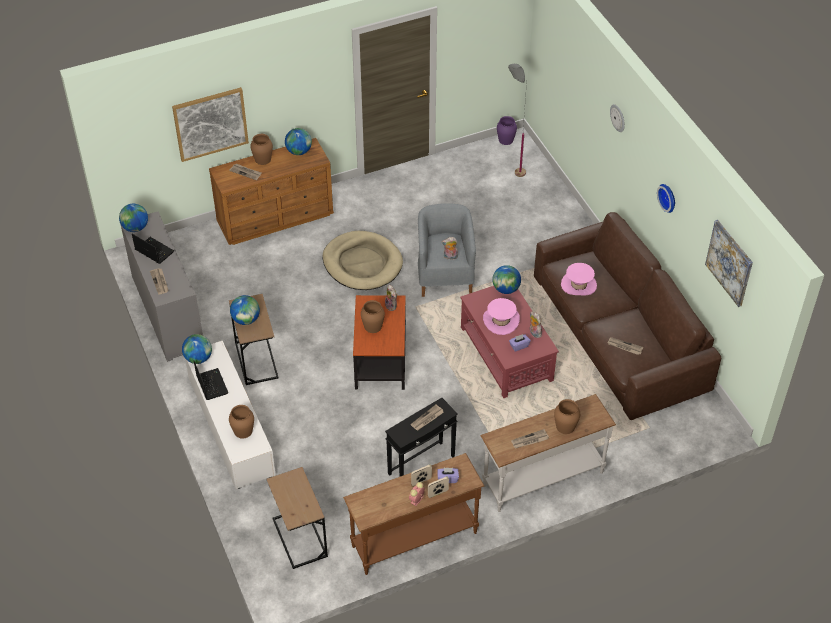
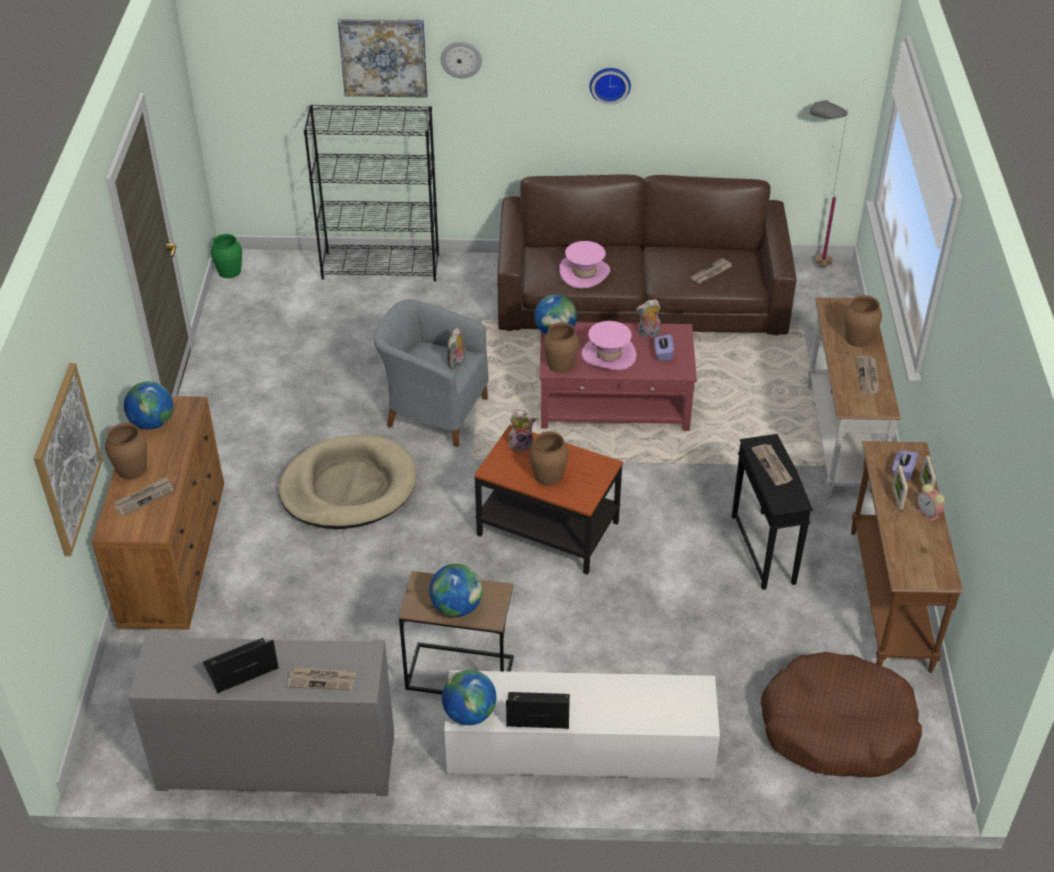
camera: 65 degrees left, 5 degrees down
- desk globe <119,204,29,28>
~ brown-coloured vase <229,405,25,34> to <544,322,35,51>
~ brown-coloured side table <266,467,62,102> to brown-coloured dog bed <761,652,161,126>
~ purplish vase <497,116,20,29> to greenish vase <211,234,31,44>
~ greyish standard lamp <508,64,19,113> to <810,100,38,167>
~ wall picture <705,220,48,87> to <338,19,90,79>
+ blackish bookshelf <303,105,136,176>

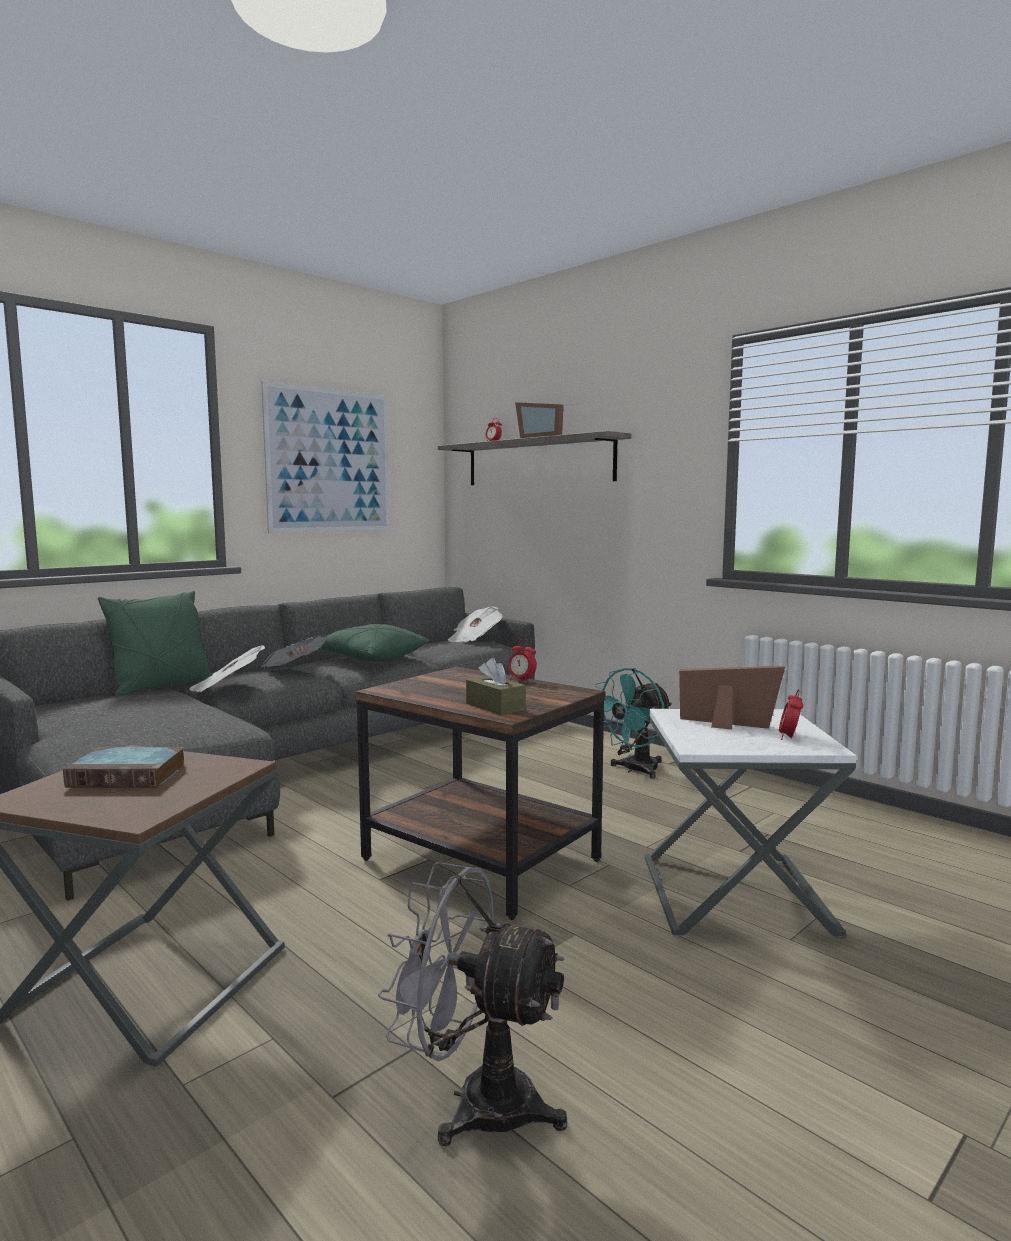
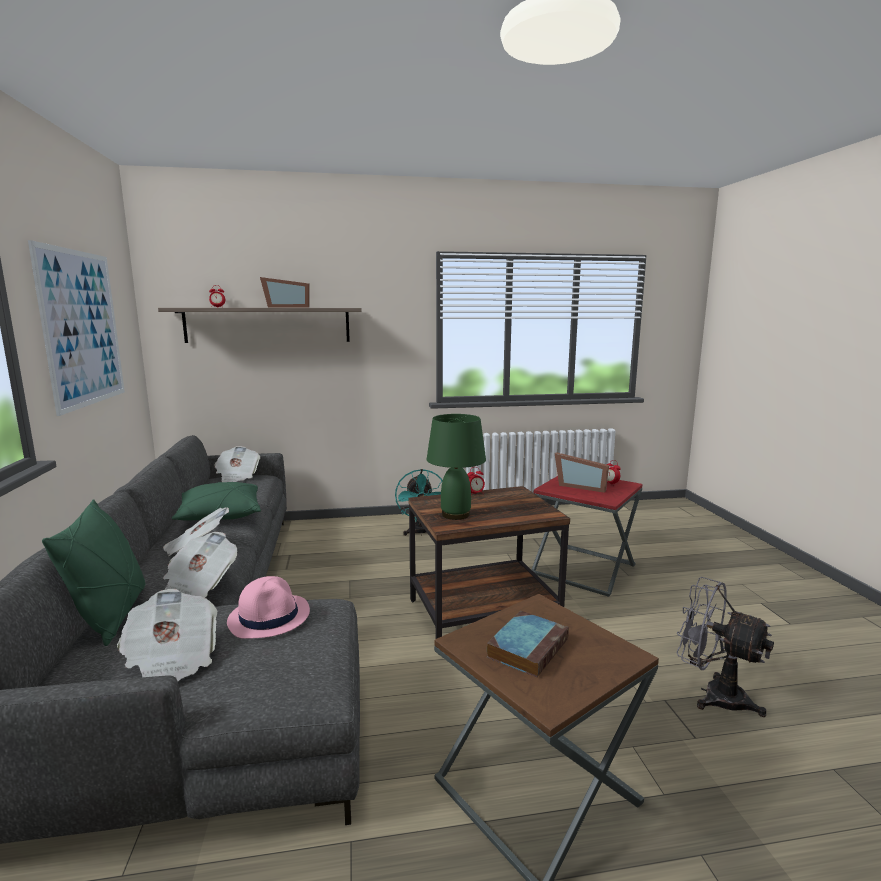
camera: 55 degrees left, 5 degrees up
~ greyish fan <378,862,189,284> = <677,577,97,140> 75 degrees clockwise
- brown-coloured tissue holder <466,658,60,57>
~ whitish side table <645,709,211,228> to red side table <531,476,112,121>
~ picture frame <679,665,107,65> = <554,452,55,41> 120 degrees counterclockwise
+ printed paper <117,589,100,92>
+ pinkish clothing hat <227,576,83,63>
+ greenish table lamp <426,414,60,106>

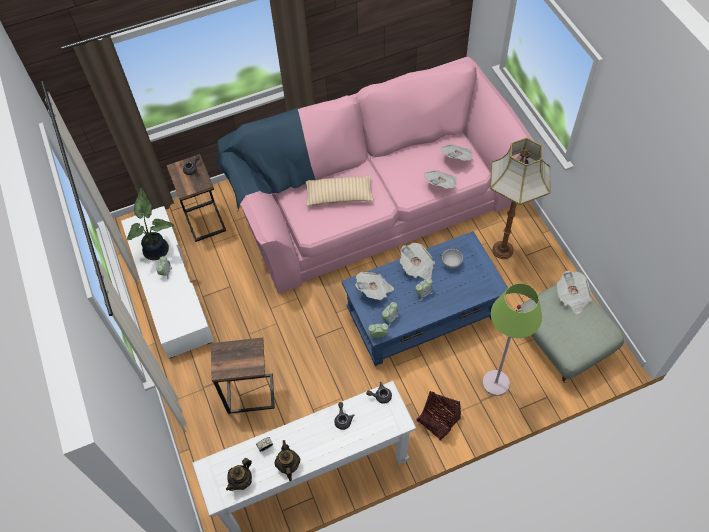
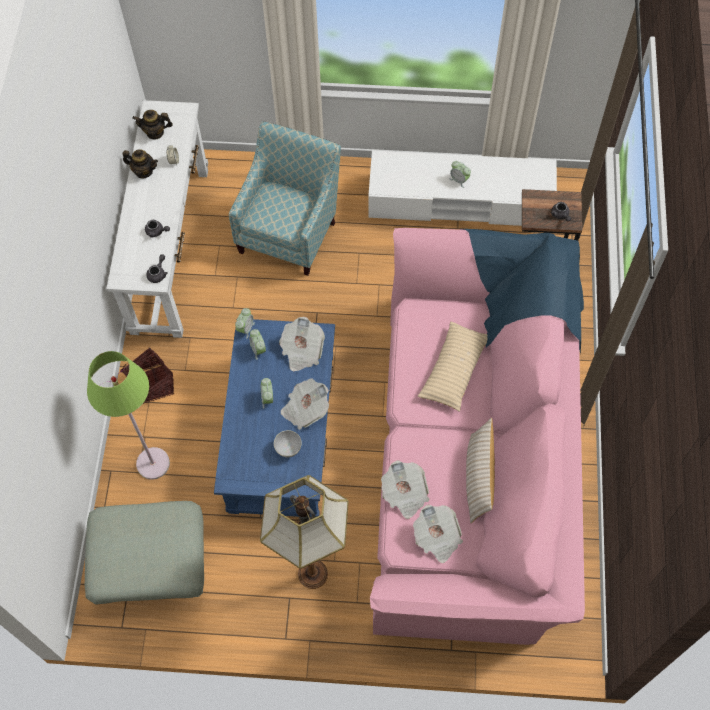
camera: 115 degrees right, 5 degrees up
- plant in a pot <127,188,47,72>
~ side table <211,338,64,76> to easy chair <229,121,112,155>
~ teapot <226,458,26,33> = <132,110,41,30> 60 degrees counterclockwise
- printed paper <557,270,35,44>
+ beige-coloured cushion <466,418,29,105>

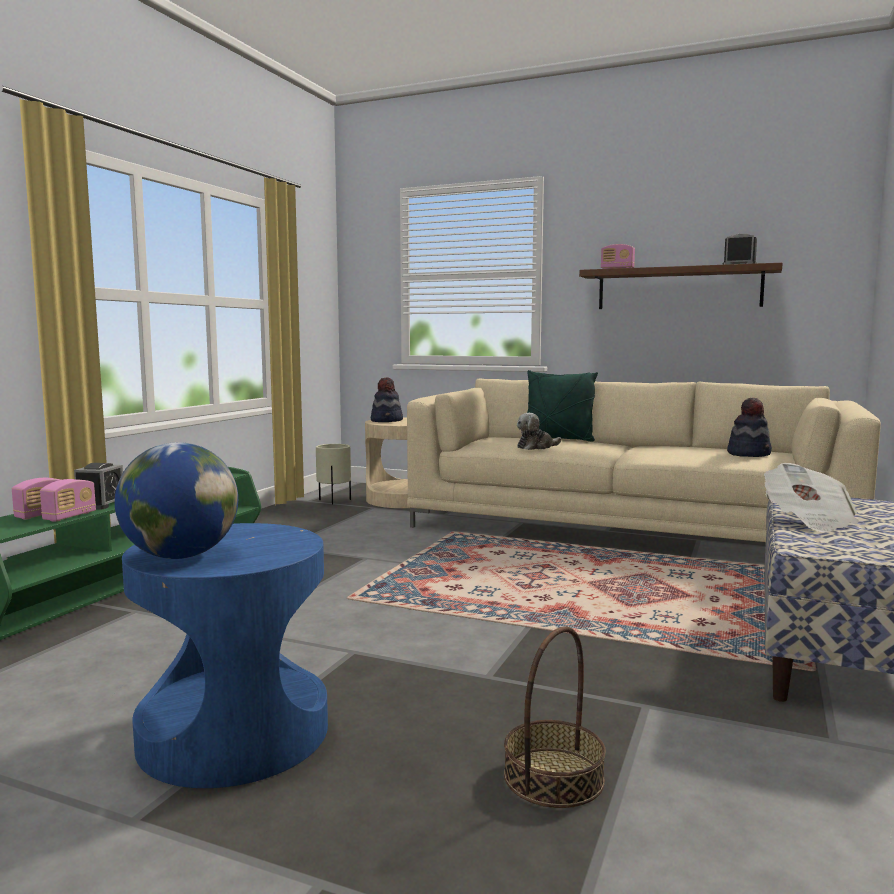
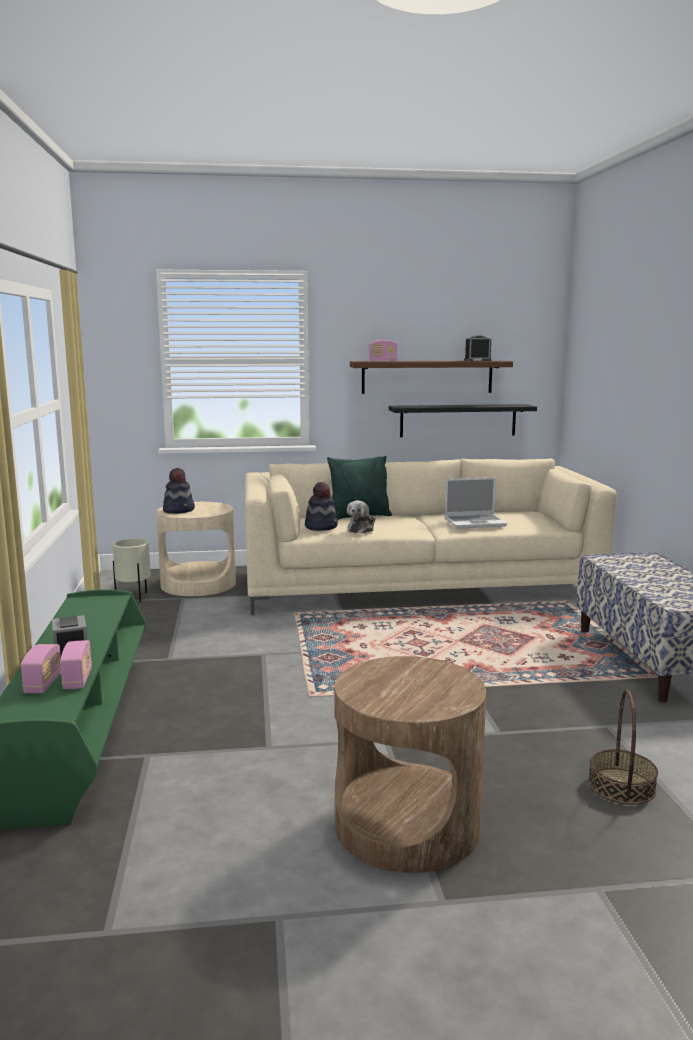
camera: 30 degrees left, 5 degrees up
- desk globe <115,442,123,117>
~ blue-coloured side table <122,523,206,265> to brown-coloured side table <334,656,152,217>
~ clothing hat <727,398,45,59> to <305,482,33,49>
- printed paper <764,463,95,69>
+ blackish bracket shelf <389,404,148,33>
+ laptop <445,478,62,51>

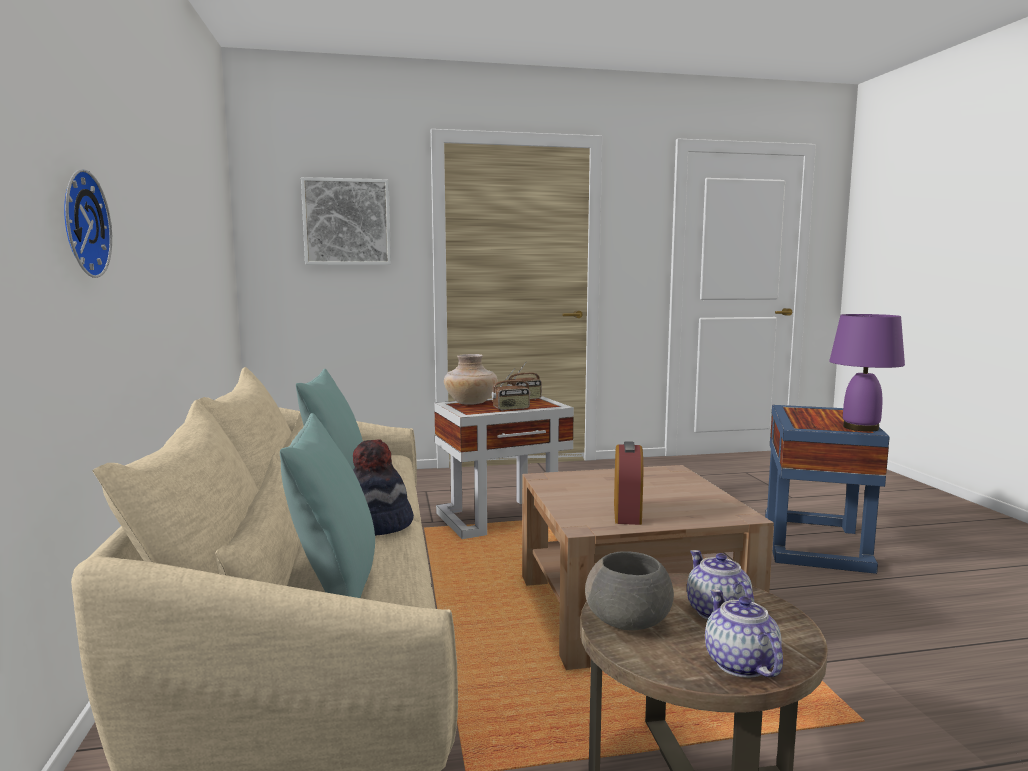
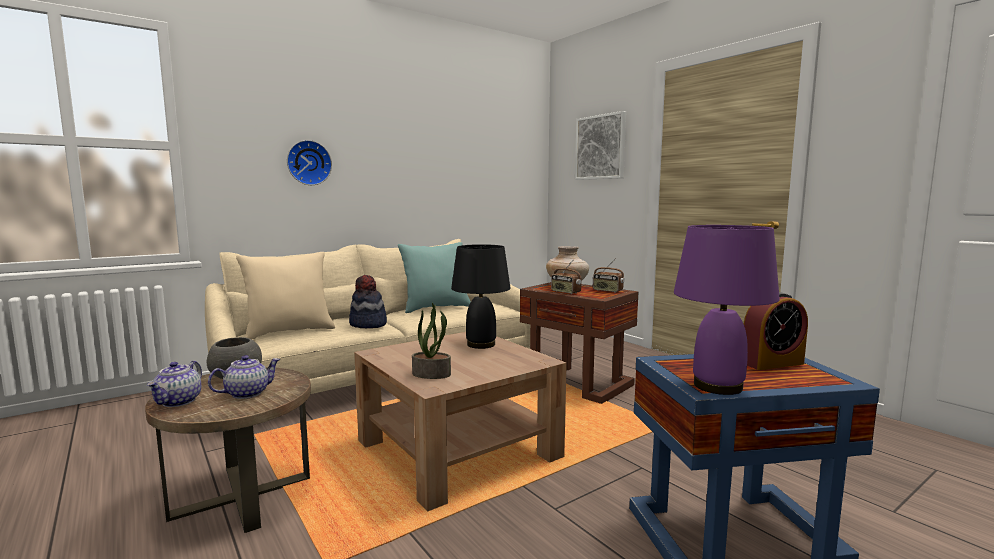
camera: 65 degrees right, 0 degrees up
~ turquoise-coloured cushion <280,413,95,185> to beige-coloured cushion <236,252,99,87>
~ whitish side table <434,396,140,143> to brown-coloured side table <520,282,118,122>
~ table clock <614,441,29,84> to <744,292,64,78>
~ teapot <705,589,78,89> = <147,361,55,46> 135 degrees clockwise
+ plant in a pot <412,303,39,76>
+ blackish table lamp <451,244,59,105>

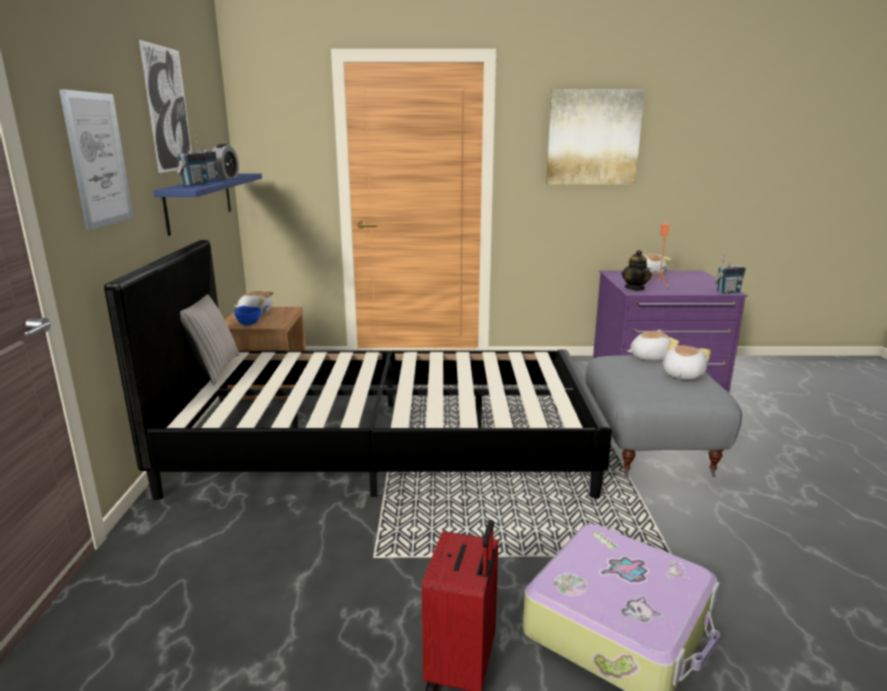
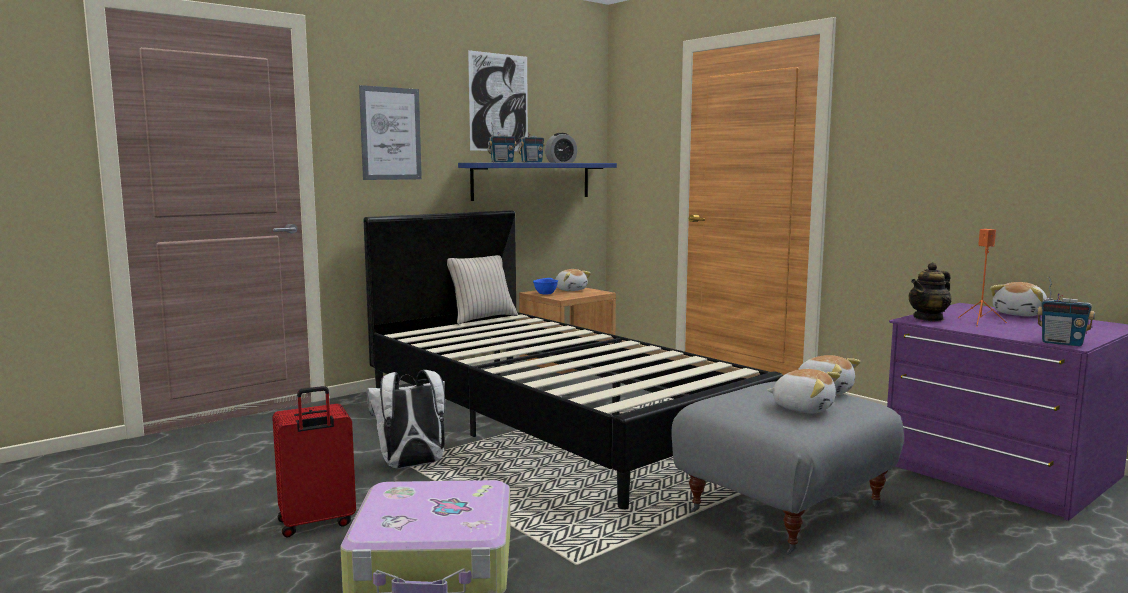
camera: 50 degrees right, 10 degrees down
- wall picture <546,89,99,96>
~ cuddly toy <663,343,48,37> = <767,369,73,44> 45 degrees clockwise
+ whitish knapsack <367,370,78,99>

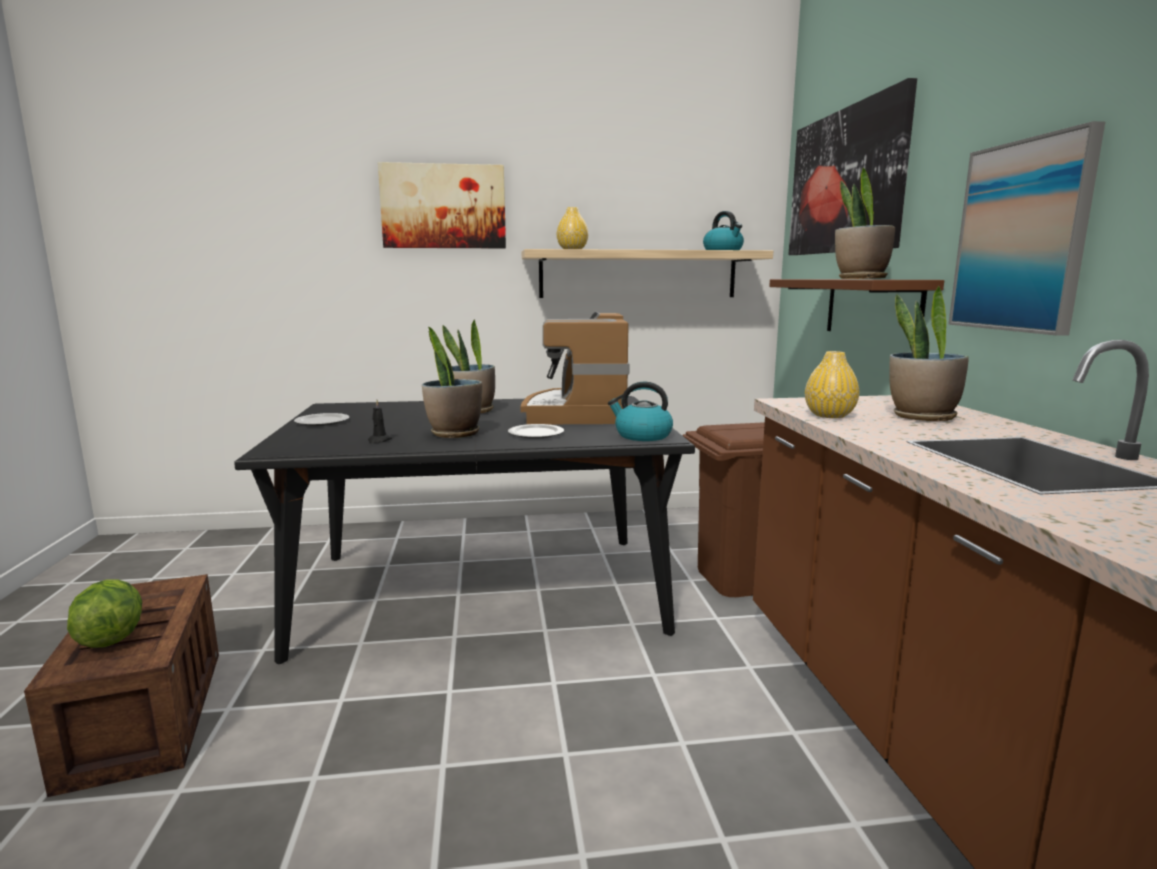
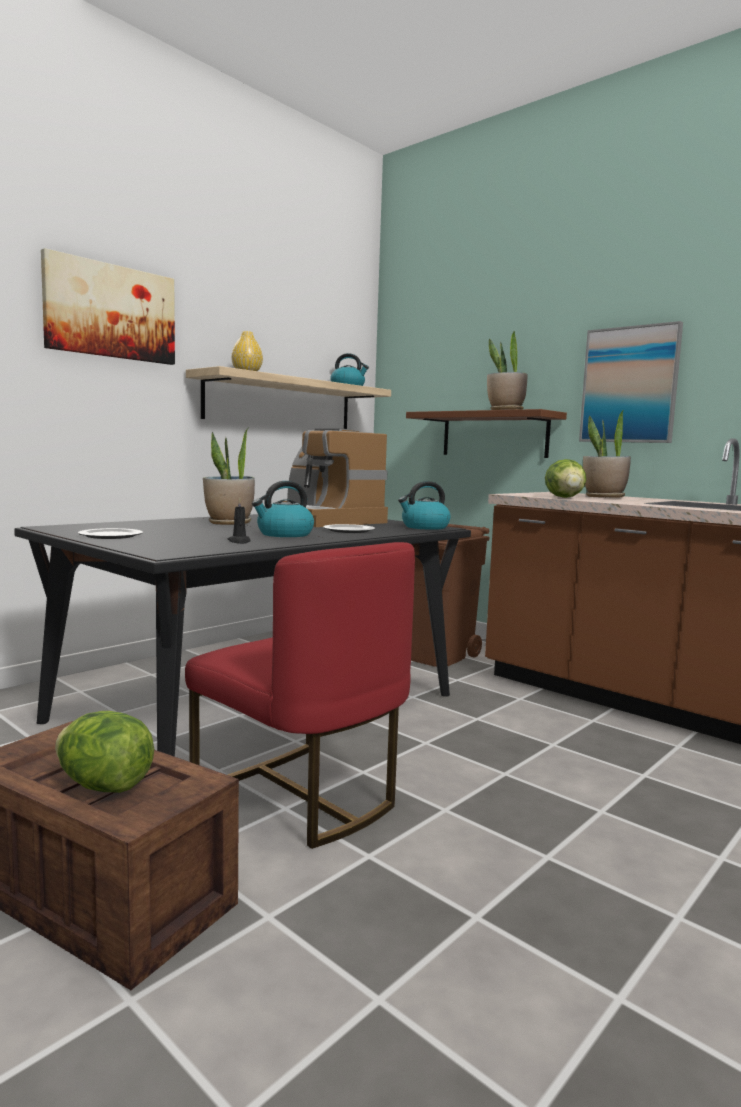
camera: 40 degrees left, 5 degrees down
~ plant in a pot <422,327,60,111> to tea kettle <252,481,62,56>
- wall picture <788,78,129,177>
~ yellow vase <805,351,54,67> to lettuce <545,459,41,39>
+ red upright chair <185,542,230,307>

